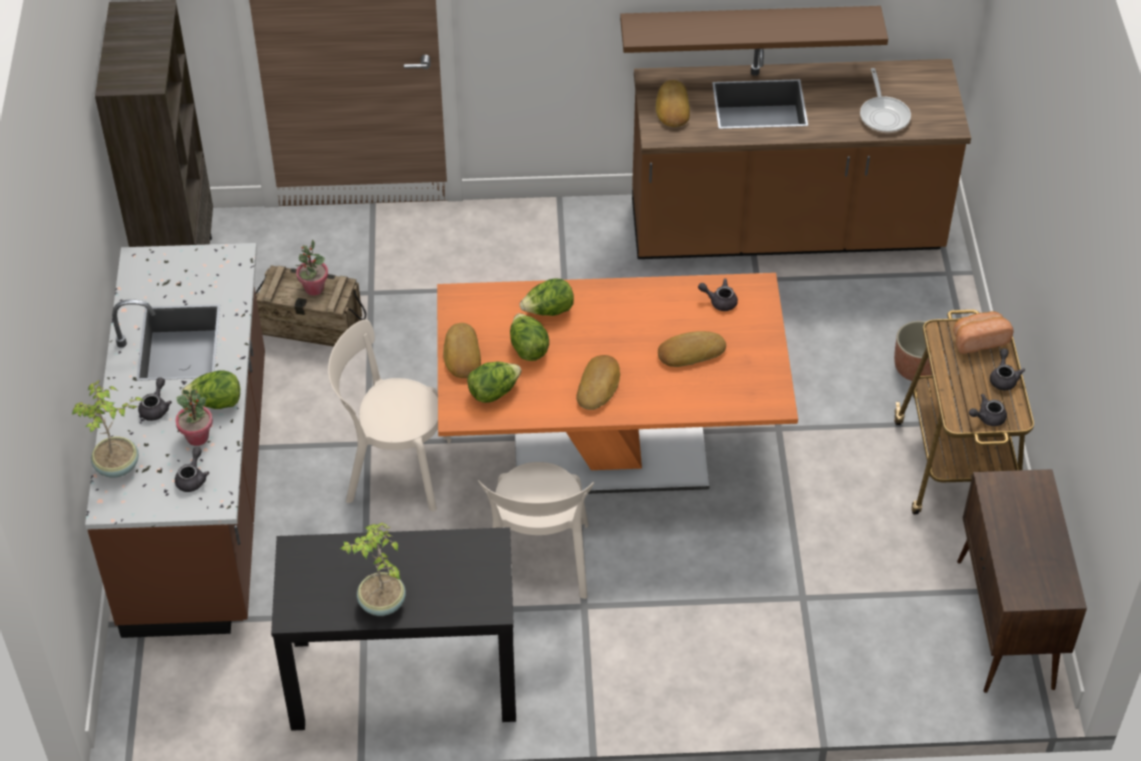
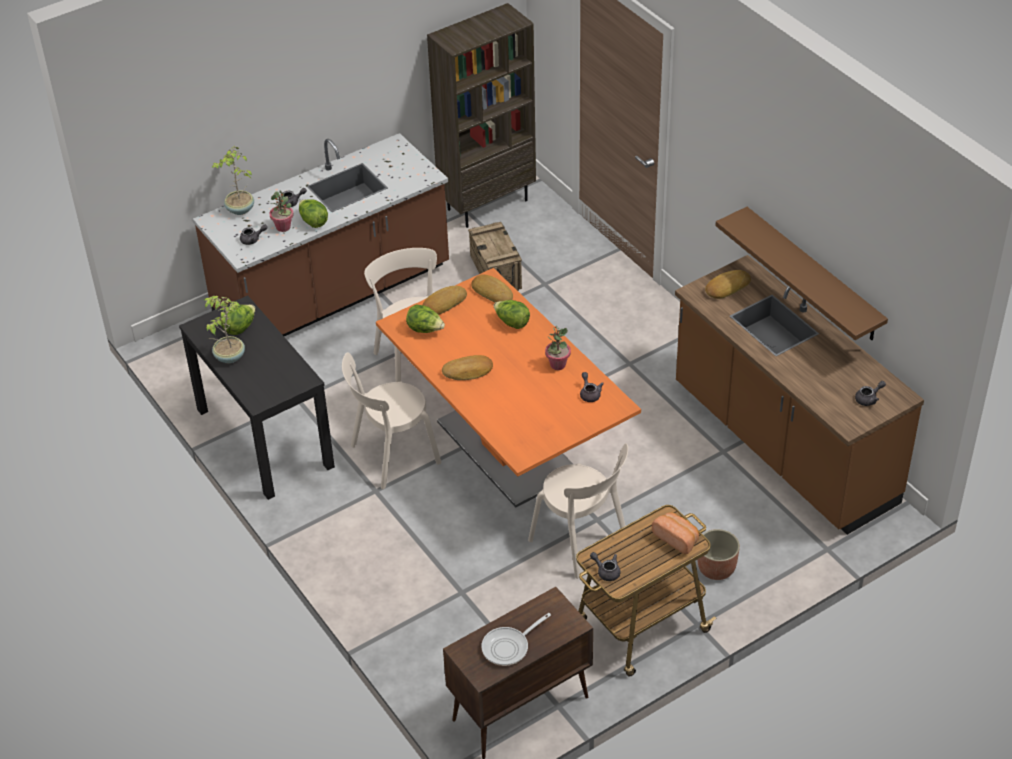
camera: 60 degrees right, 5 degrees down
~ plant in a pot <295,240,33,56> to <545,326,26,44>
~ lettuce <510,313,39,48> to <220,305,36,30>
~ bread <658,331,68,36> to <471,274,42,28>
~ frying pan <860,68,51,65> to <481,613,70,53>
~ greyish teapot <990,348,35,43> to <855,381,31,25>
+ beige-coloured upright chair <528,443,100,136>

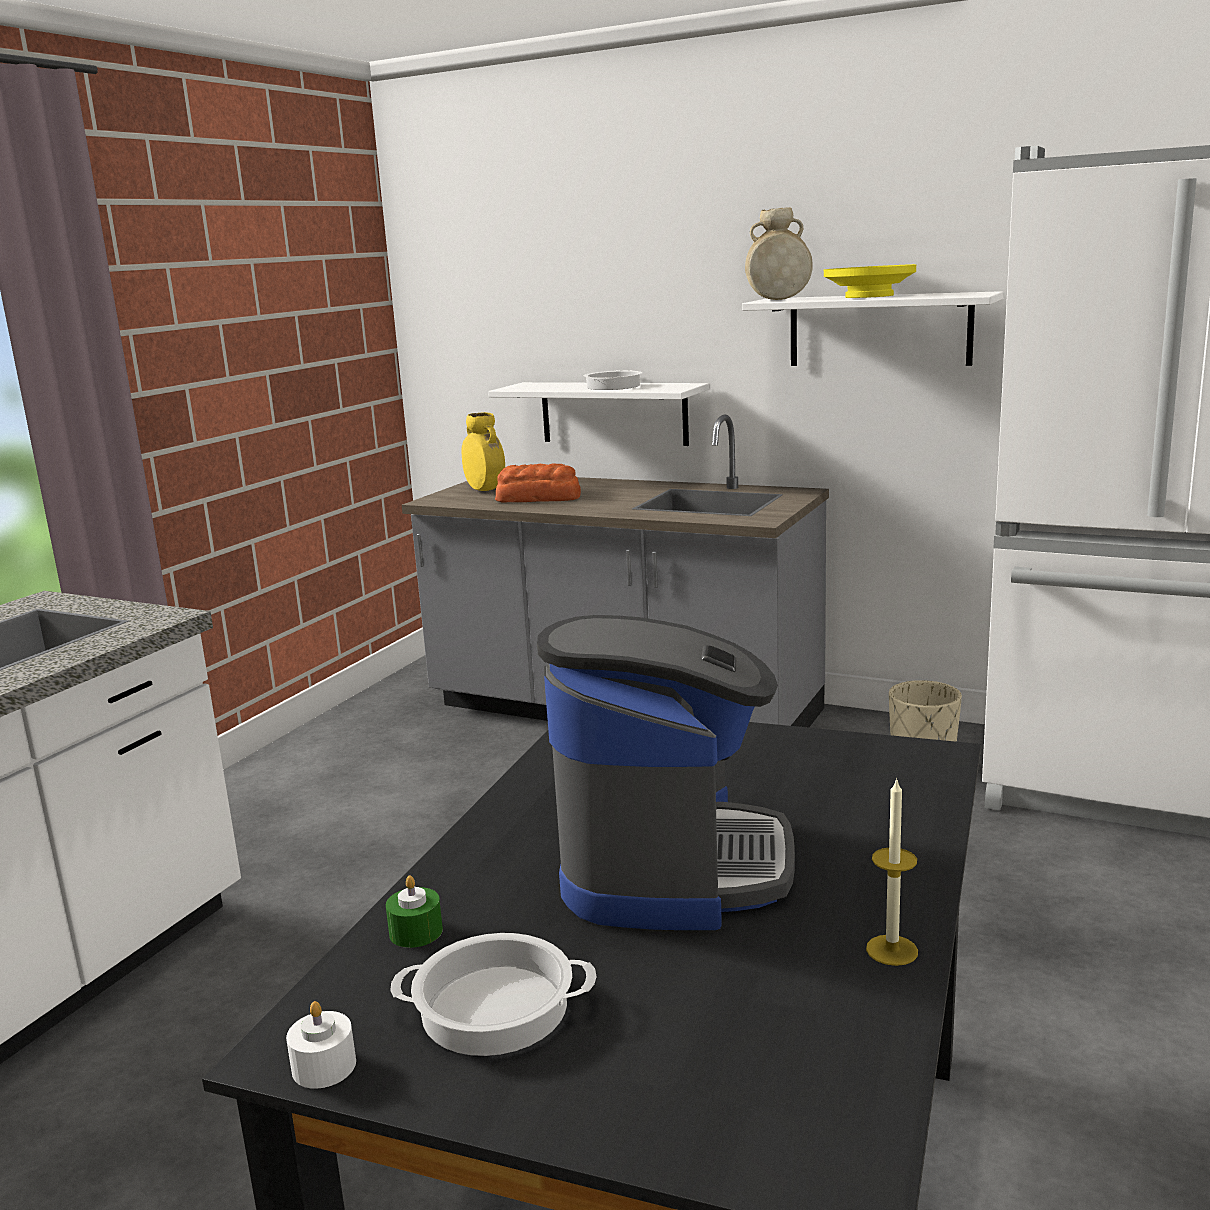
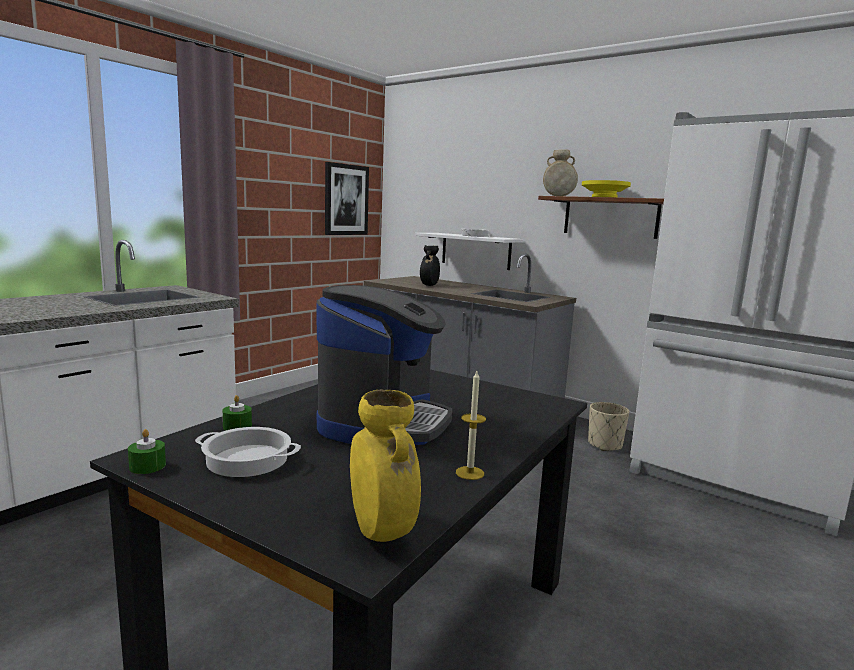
camera: 10 degrees right, 5 degrees down
~ whitish wax candle <286,1001,70,88> to greenish wax candle <128,429,38,45>
~ yellow vase <461,412,44,79> to <350,390,71,152>
~ bread <495,464,86,39> to blackish vase <420,245,20,41>
~ whitish bracket shelf <742,291,262,75> to brown-coloured bracket shelf <538,196,126,43>
+ wall picture <325,162,44,73>

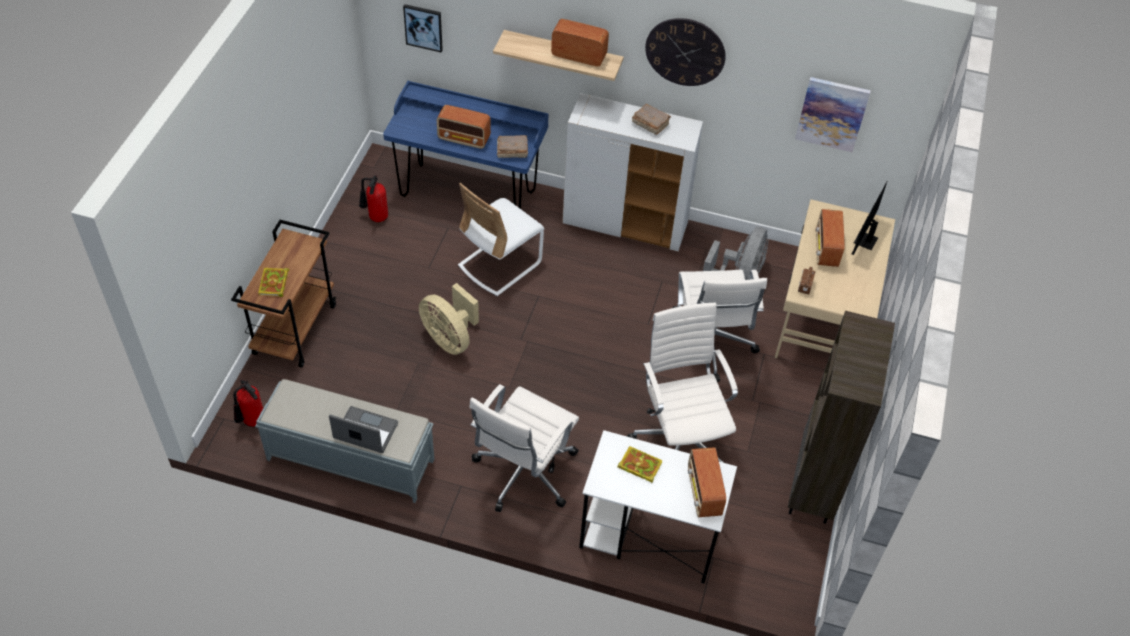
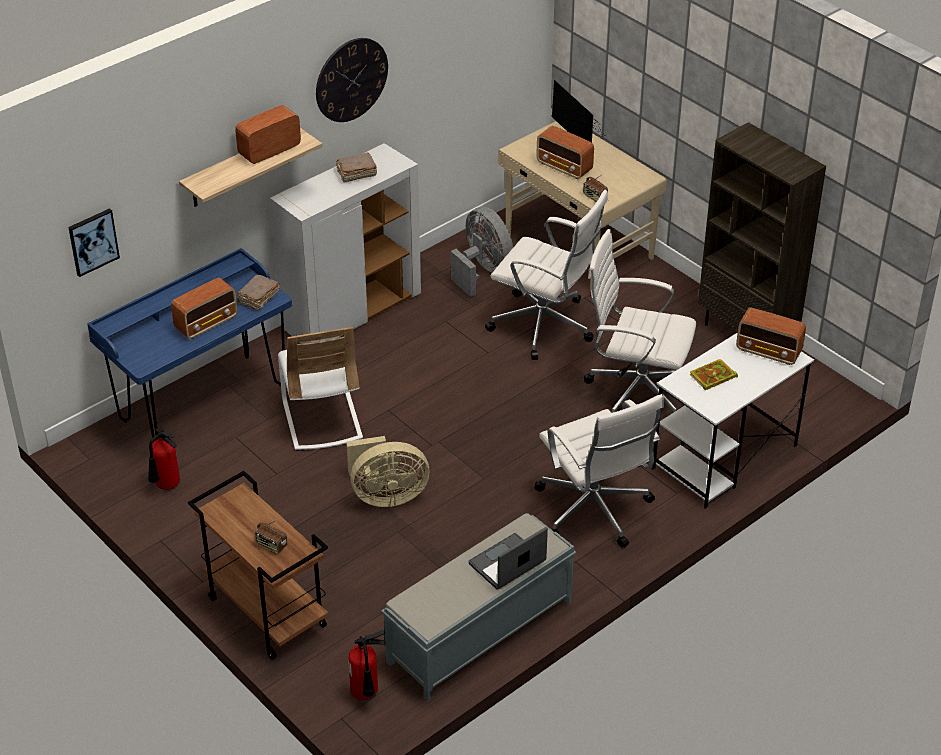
camera: 55 degrees left, 10 degrees down
~ bound book <258,268,31,29> to radio <255,520,32,34>
- wall picture <795,77,76,75>

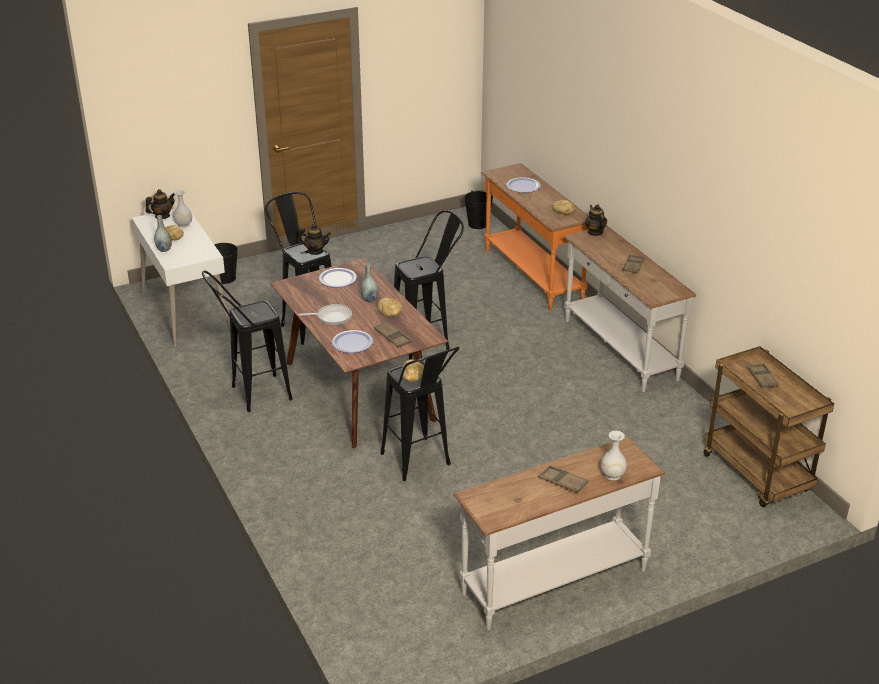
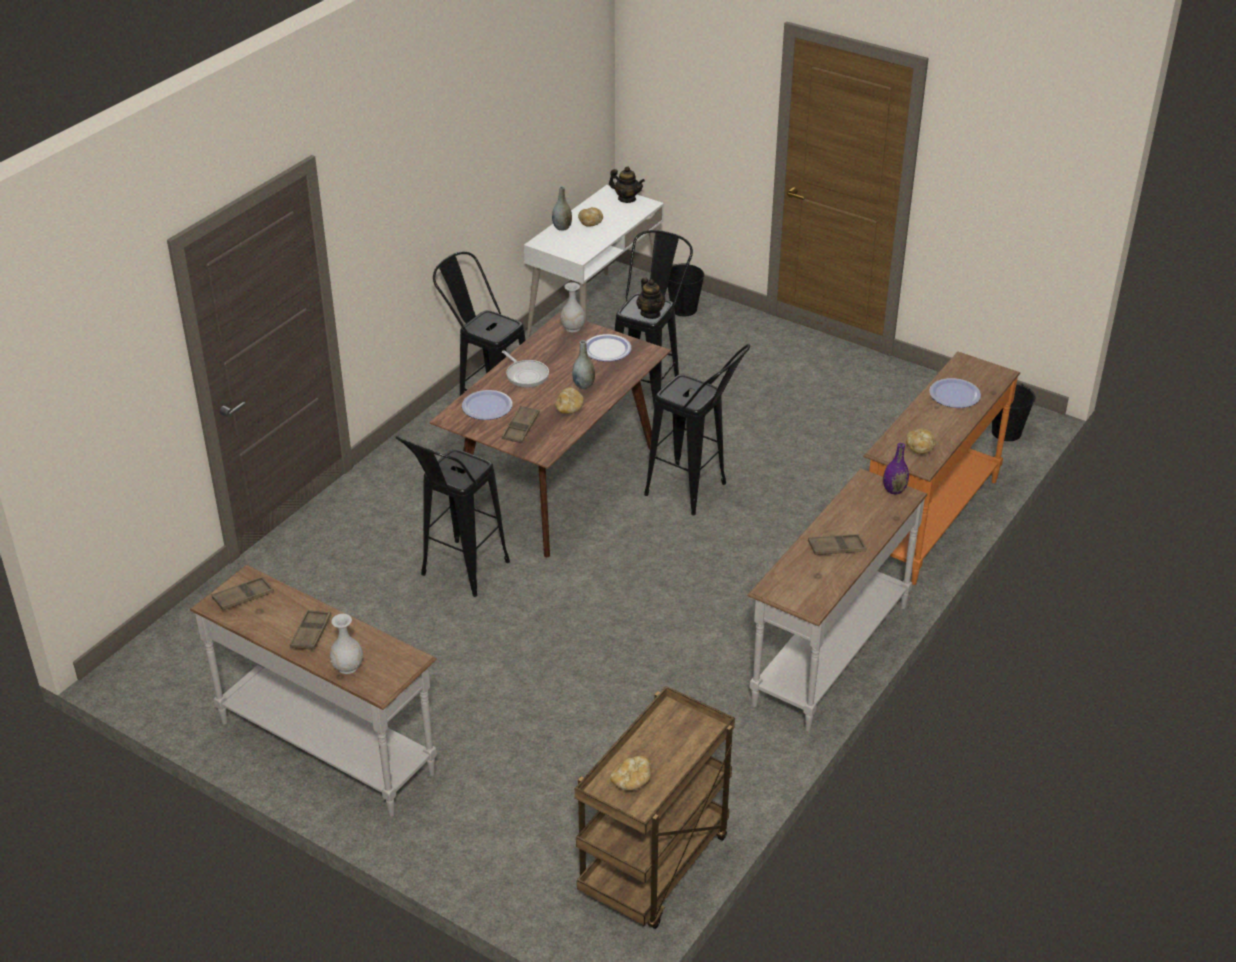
camera: 60 degrees right, 5 degrees up
~ whitish vase <173,190,19,38> to <560,282,25,50>
~ bread <401,359,23,23> to <610,756,42,35>
~ teapot <585,204,22,32> to purplish vase <883,443,26,52>
~ brown-coloured tray <747,364,32,24> to <212,577,62,33>

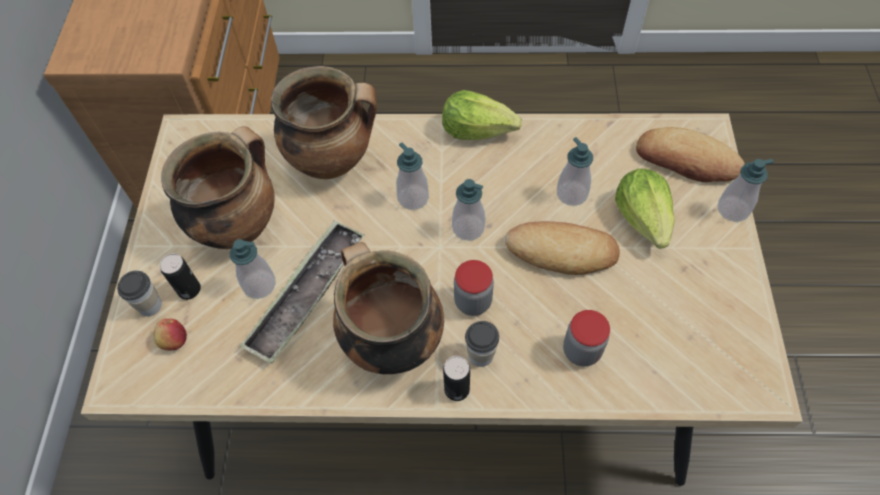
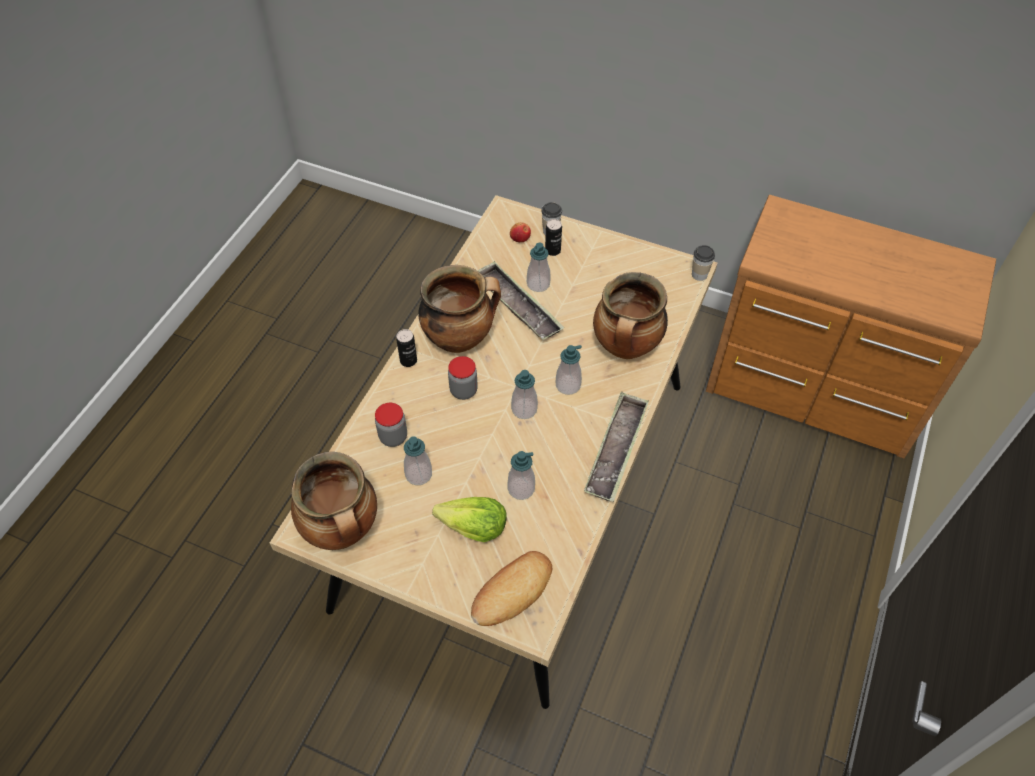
camera: 110 degrees right, 5 degrees down
~ stockpot <161,126,114,123> to <291,452,86,98>
~ lettuce <442,90,80,50> to tray <584,392,65,110>
~ small cup <465,321,34,46> to <692,245,23,36>
- bread <505,221,115,54>
~ soap dispenser <717,159,57,63> to <404,436,28,49>

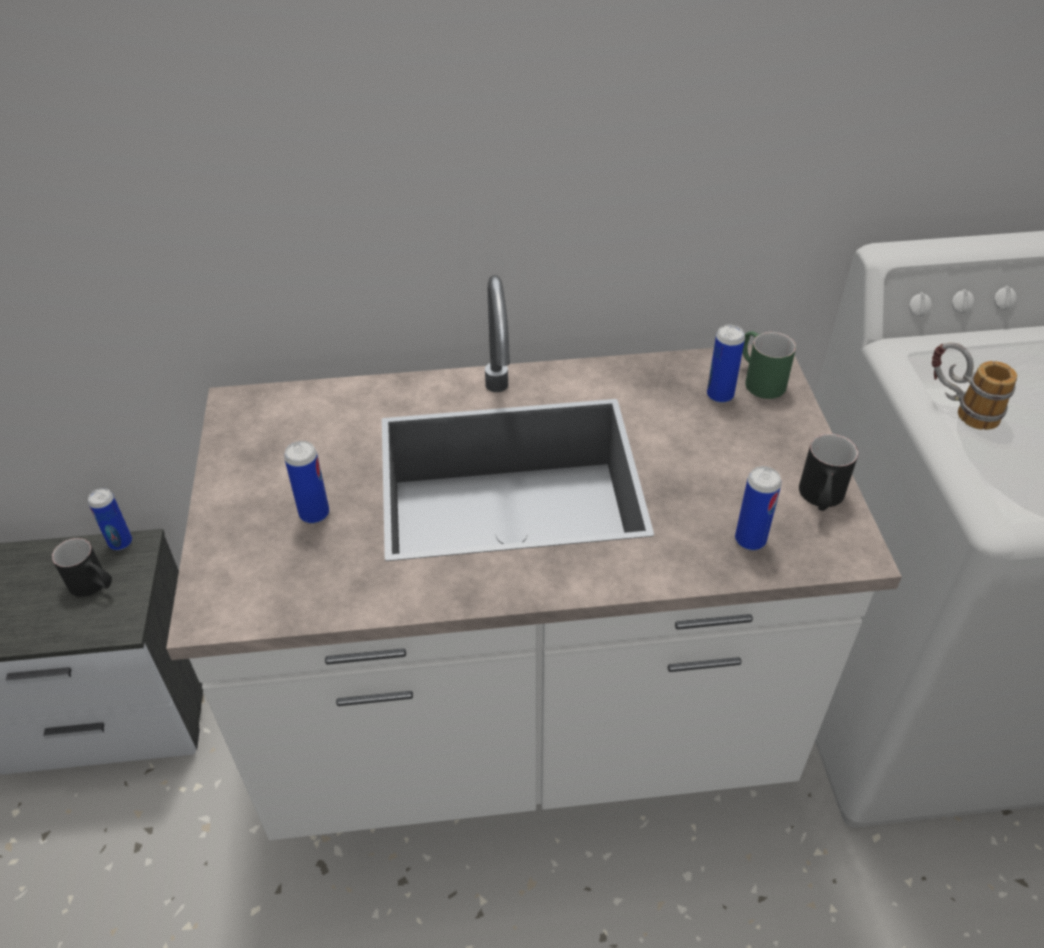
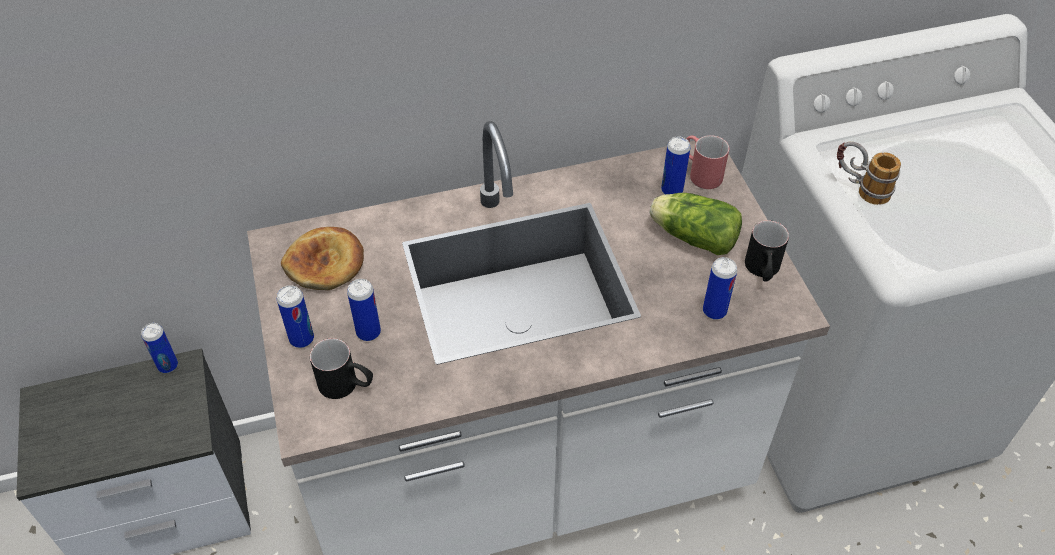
camera: 10 degrees left, 5 degrees up
~ blackish tea mug <52,538,60,59> to <310,338,63,61>
~ greenish tea mug <742,331,54,68> to red tea mug <686,135,43,54>
+ metal can <277,285,37,63>
+ bread <281,227,83,63>
+ lettuce <650,193,92,62>

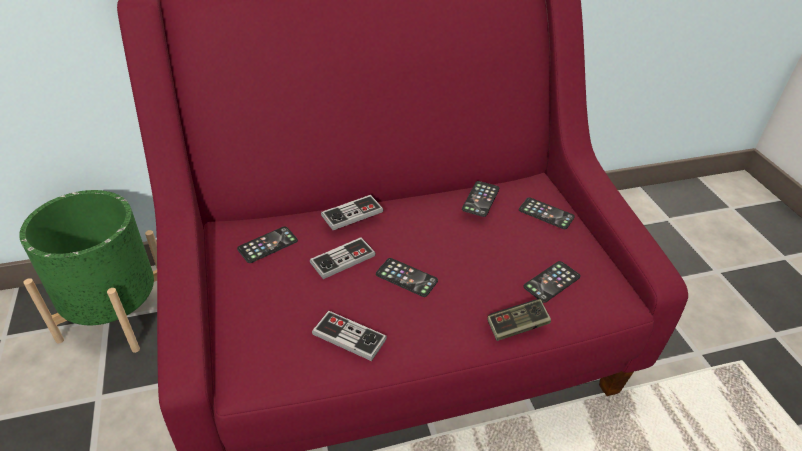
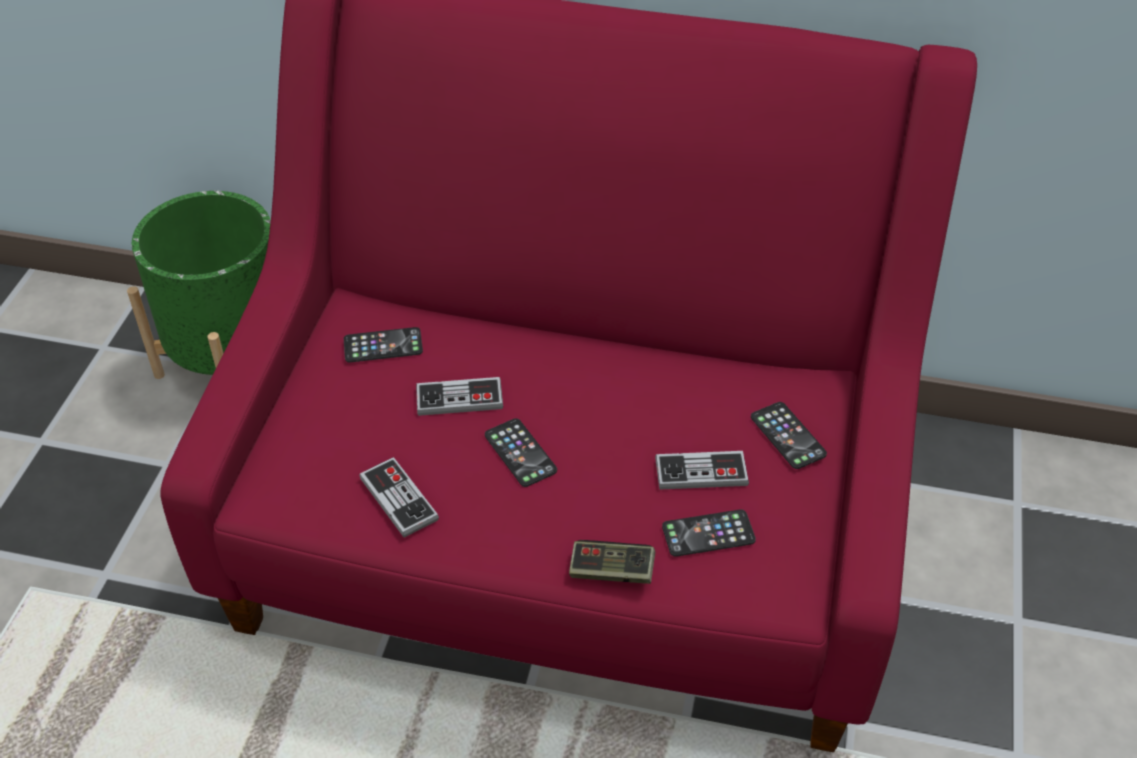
camera: 30 degrees right, 5 degrees up
~ joypad <321,195,62,35> to <655,451,94,39>
- telephone <462,181,37,36>

